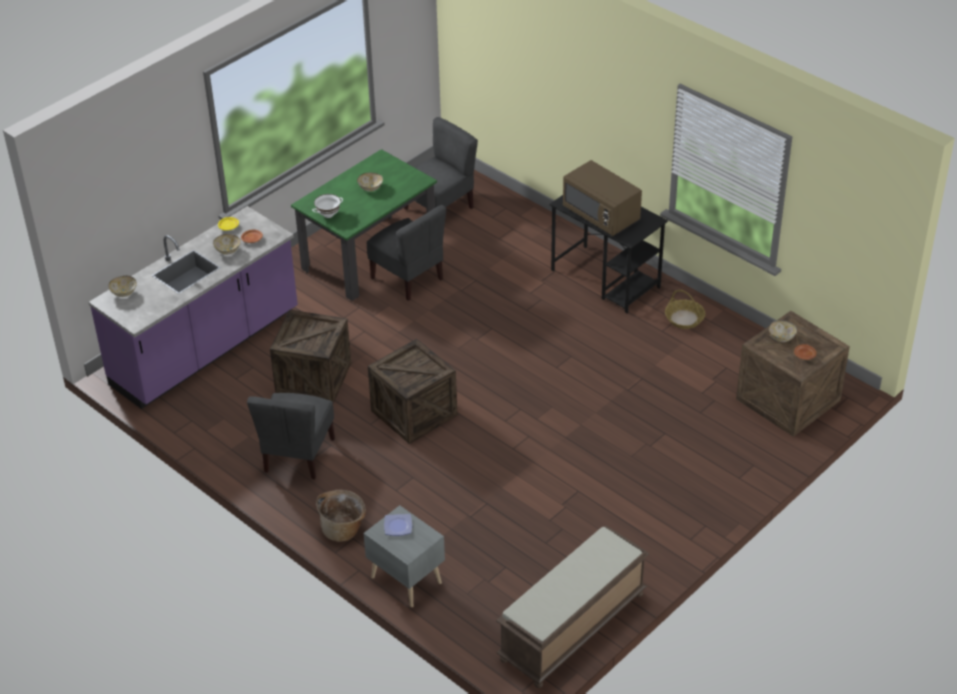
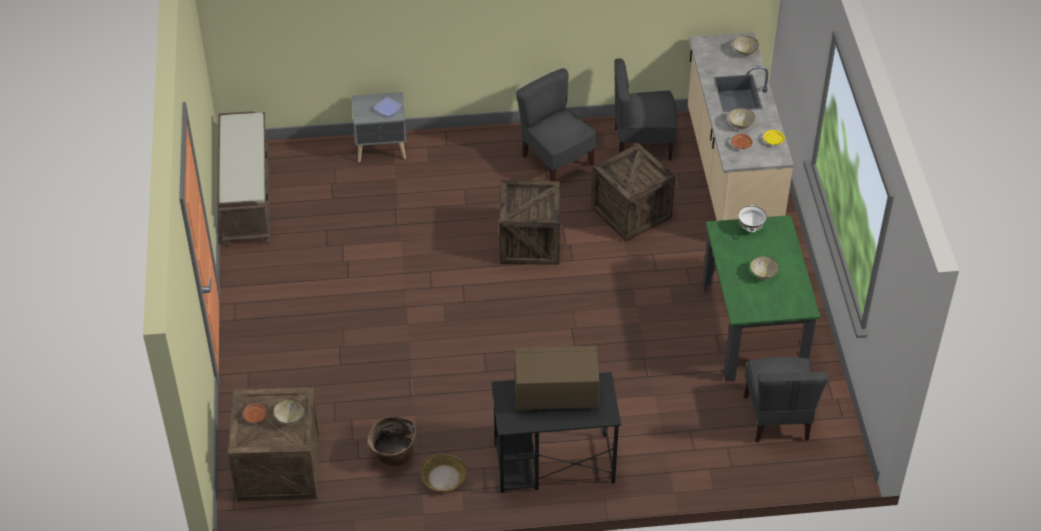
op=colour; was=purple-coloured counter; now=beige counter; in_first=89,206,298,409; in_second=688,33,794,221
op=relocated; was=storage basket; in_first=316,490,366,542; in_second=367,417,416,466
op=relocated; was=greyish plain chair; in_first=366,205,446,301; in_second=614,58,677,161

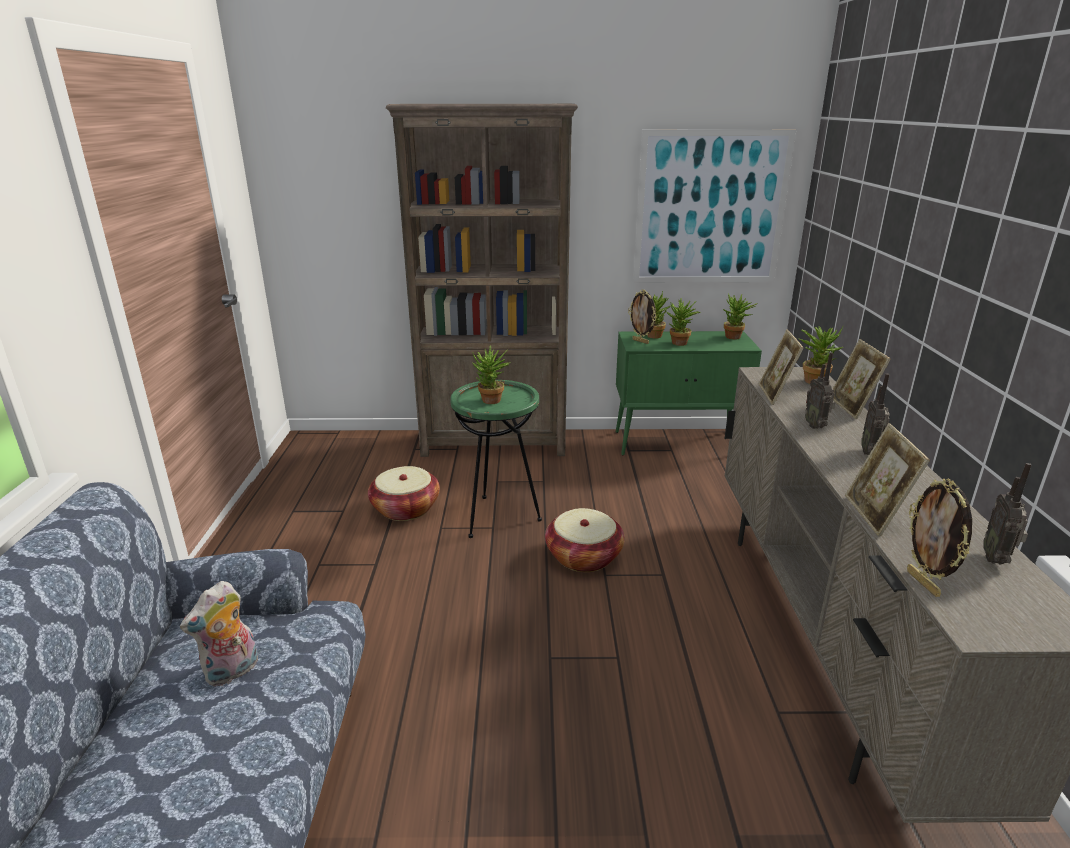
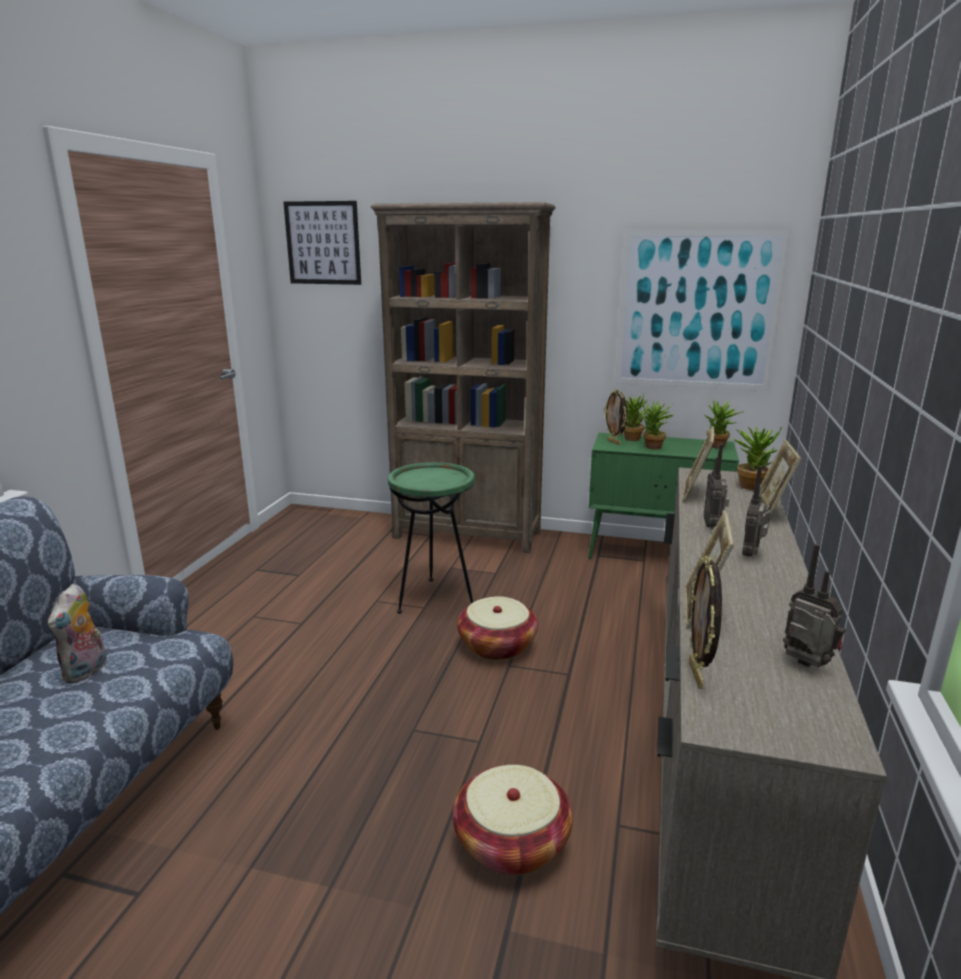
op=spun; was=cuddly toy; in_first=180,581,258,687; in_second=48,584,107,683; clockwise=-45
op=relocated; was=storage basket; in_first=368,466,440,521; in_second=453,765,573,875
op=missing; was=houseplant; in_first=472,345,511,404
op=spun; was=radio set; in_first=984,463,1031,564; in_second=783,544,846,667; clockwise=105
op=appeared; now=picture; in_second=283,201,361,285

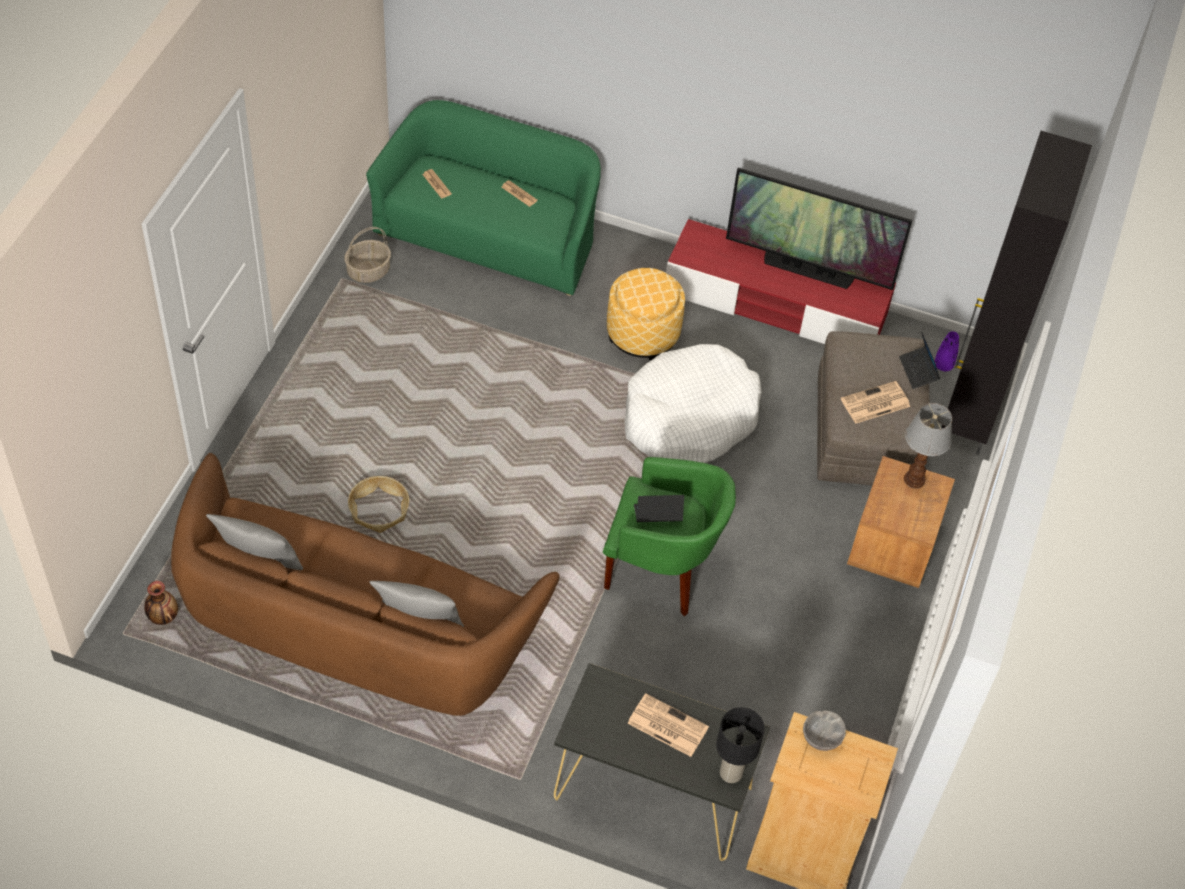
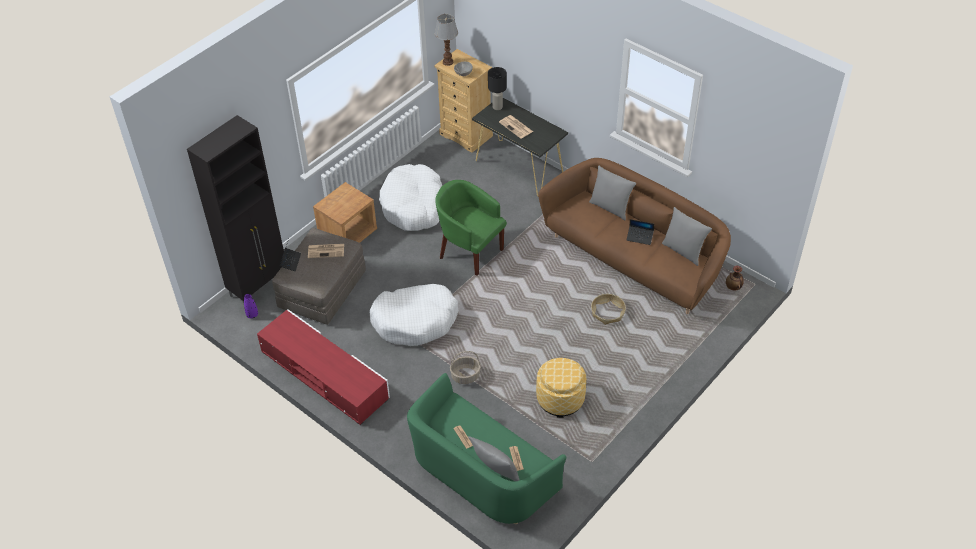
op=relocated; was=storage basket; in_first=344,227,391,283; in_second=450,351,481,384
op=relocated; was=footrest; in_first=607,268,685,360; in_second=536,358,587,418
op=relocated; was=portable computer; in_first=634,495,684,522; in_second=626,219,654,245
op=missing; was=television; in_first=726,168,912,290
op=relocated; was=lamp for a table; in_first=904,403,952,489; in_second=435,14,458,66
op=appeared; now=whitish pet bed; in_second=379,164,442,231
op=appeared; now=greyish cushion; in_second=468,436,520,481

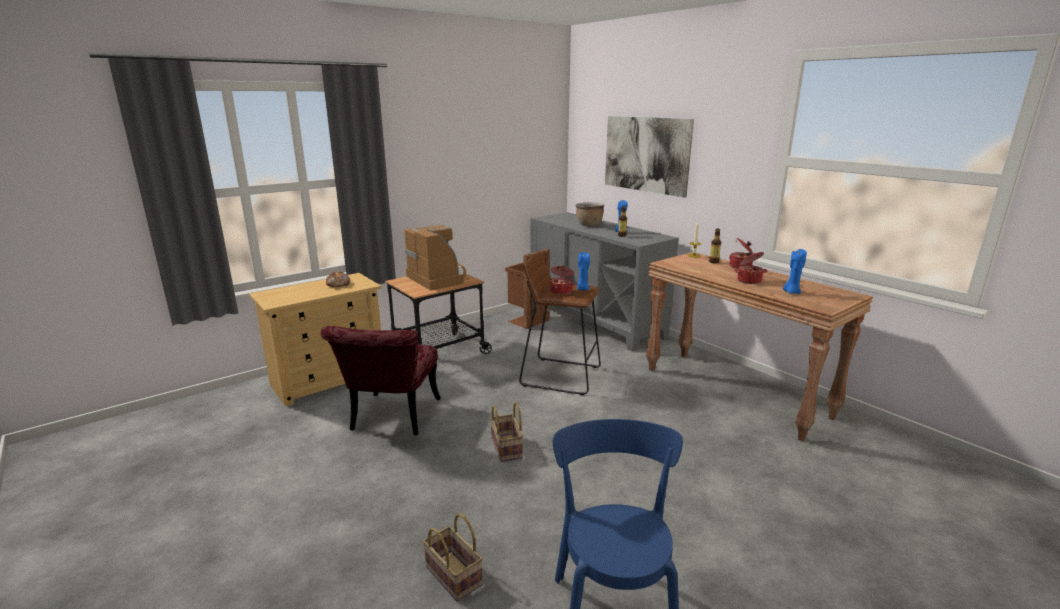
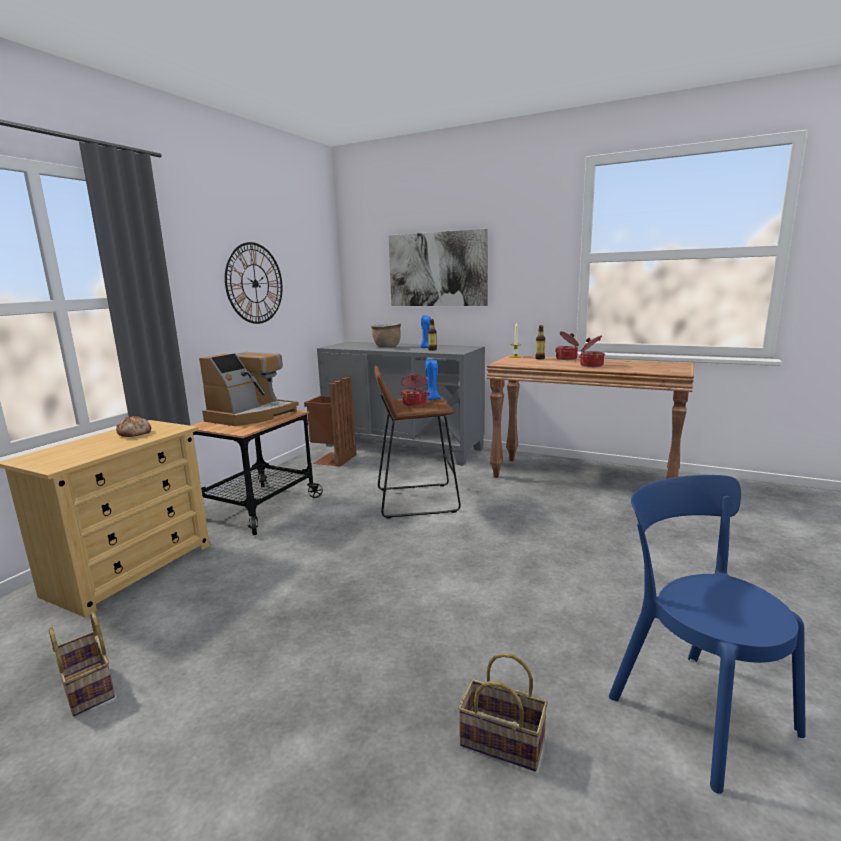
op=missing; was=red-coloured plain chair; in_first=320,326,441,436
op=spun; was=coffee machine; in_first=404,224,466,291; in_second=199,352,299,426; clockwise=90
op=relocated; was=storage basket; in_first=490,402,524,462; in_second=49,612,115,716
op=missing; was=blue wax light; in_first=783,249,807,294
op=appeared; now=wall clock; in_second=225,242,283,324

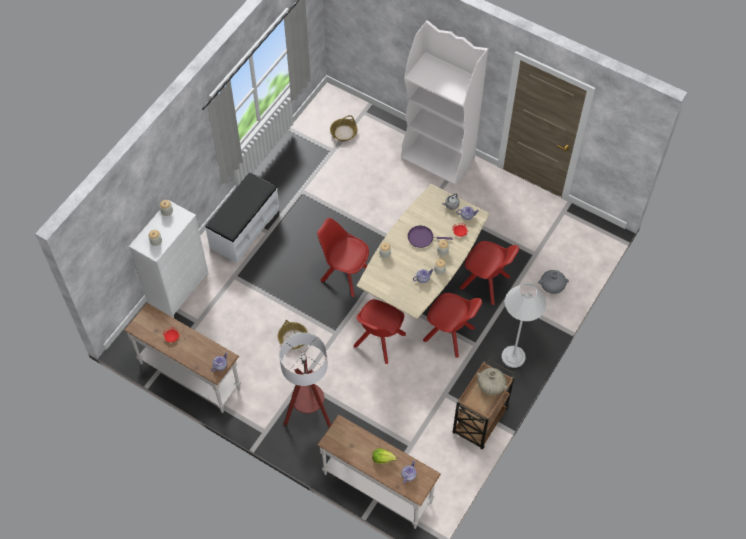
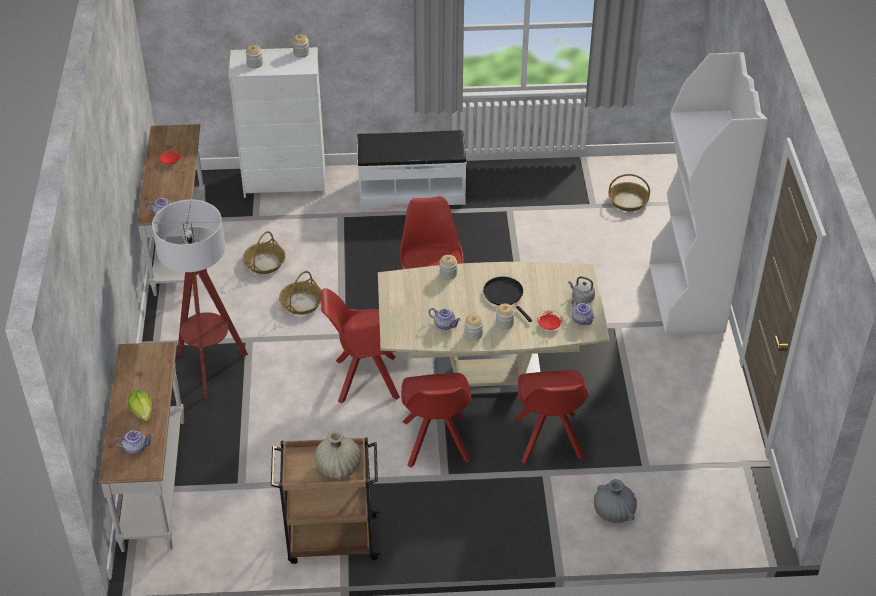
op=colour; was=purple-coloured frying pan; now=black frying pan; in_first=408,226,452,248; in_second=483,277,532,322
op=missing; was=whitish floor lamp; in_first=501,283,546,368
op=appeared; now=storage basket; in_second=243,231,286,274

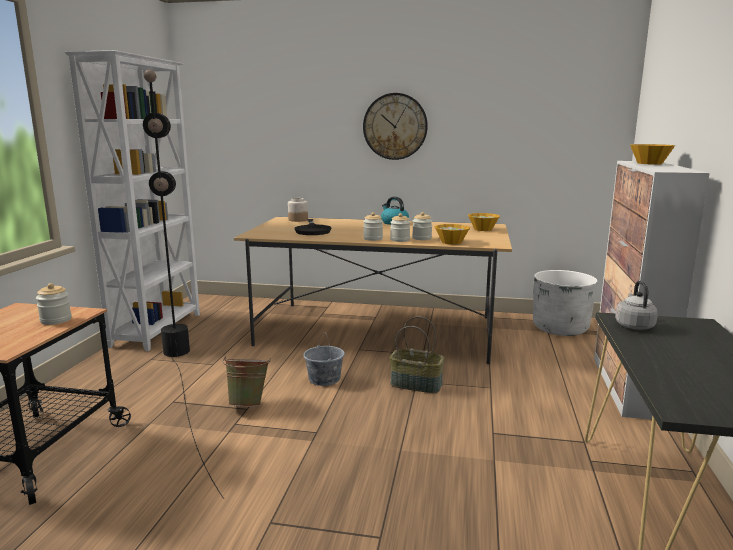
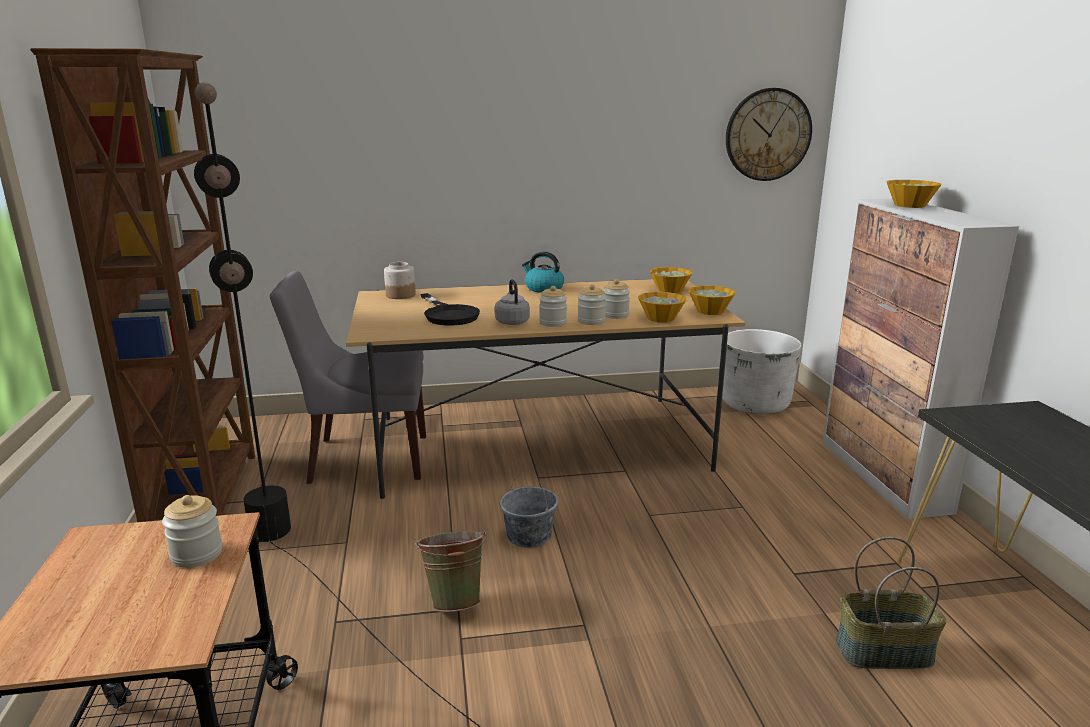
op=colour; was=whitish bookcase; now=brownish bookcase; in_first=65,50,200,351; in_second=30,48,255,522
op=relocated; was=wall clock; in_first=363,93,428,160; in_second=726,88,812,181
op=relocated; was=storage basket; in_first=389,316,445,393; in_second=836,537,947,669
op=relocated; was=greyish tea kettle; in_first=615,281,658,330; in_second=495,279,530,325
op=appeared; now=greyish plain chair; in_second=270,271,426,484
op=appeared; now=serving bowl; in_second=688,285,736,315

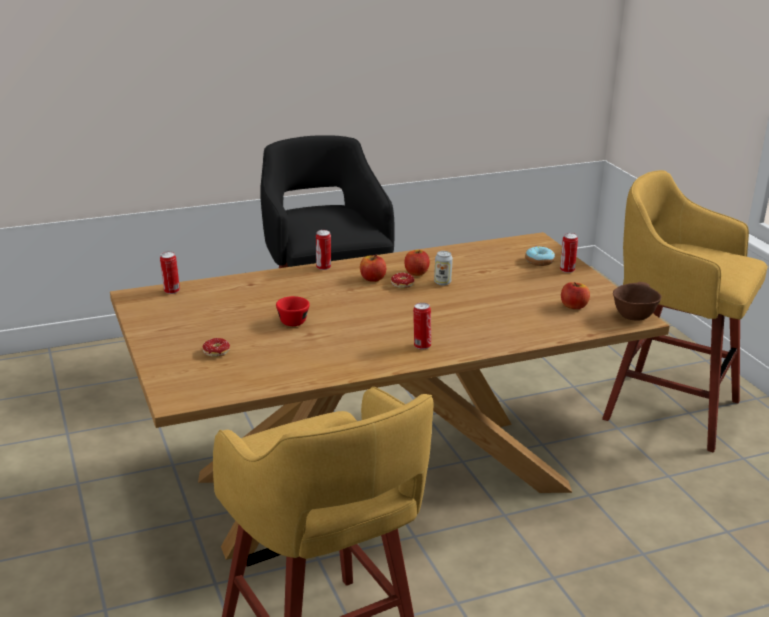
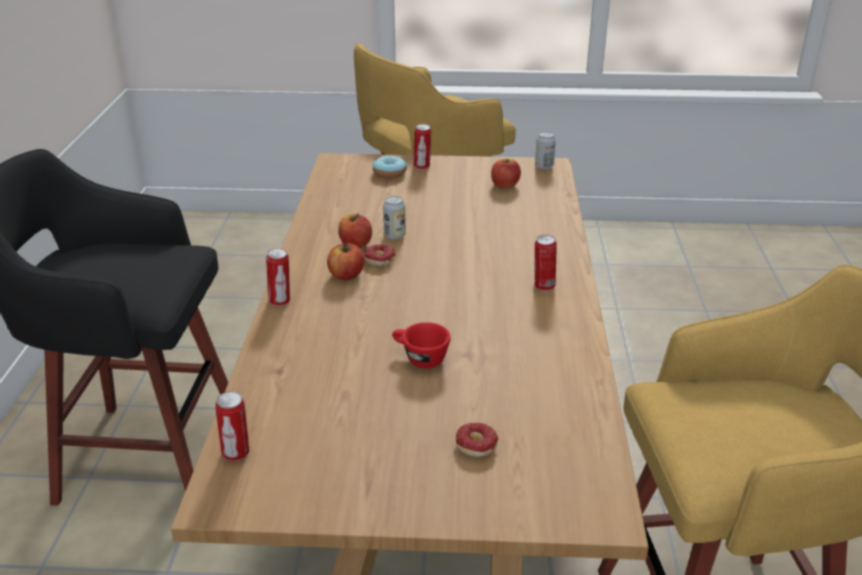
op=exchanged; was=brownish serving bowl; now=metal can; in_first=613,282,661,321; in_second=535,131,556,170

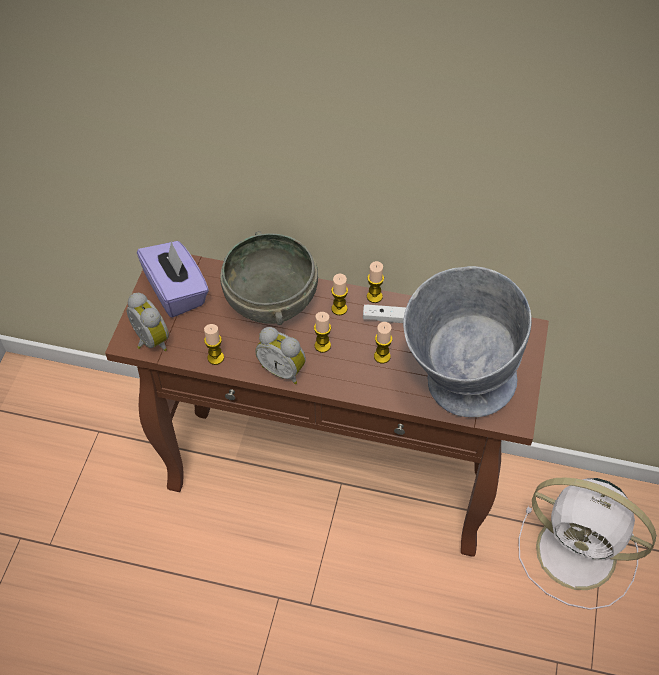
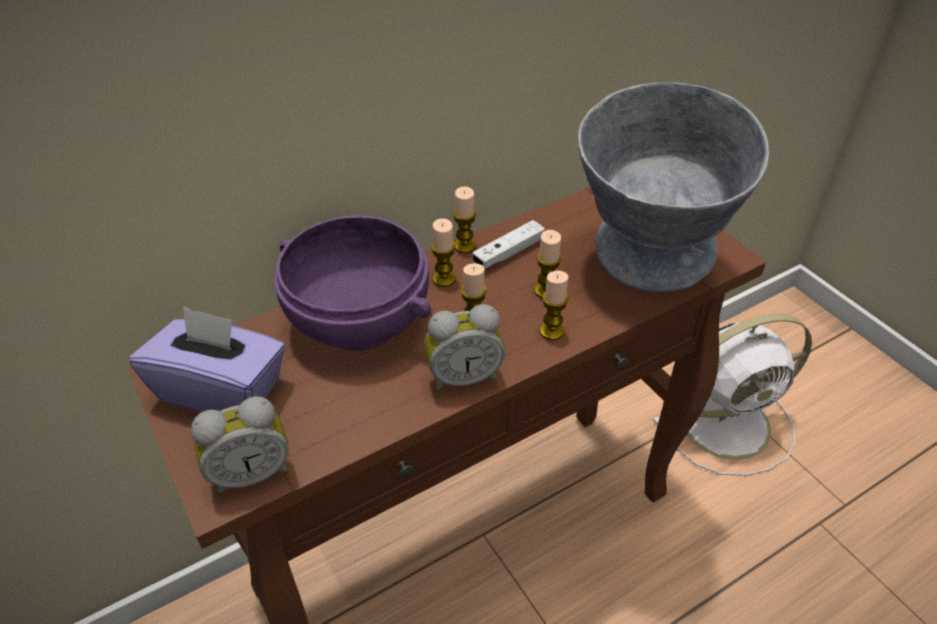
op=spun; was=alarm clock; in_first=127,293,169,351; in_second=191,396,290,496; clockwise=150
op=relocated; was=wax light; in_first=204,324,224,365; in_second=539,271,569,340
op=colour; was=greyish serving bowl; now=purple-coloured serving bowl; in_first=220,231,318,325; in_second=274,215,431,350

